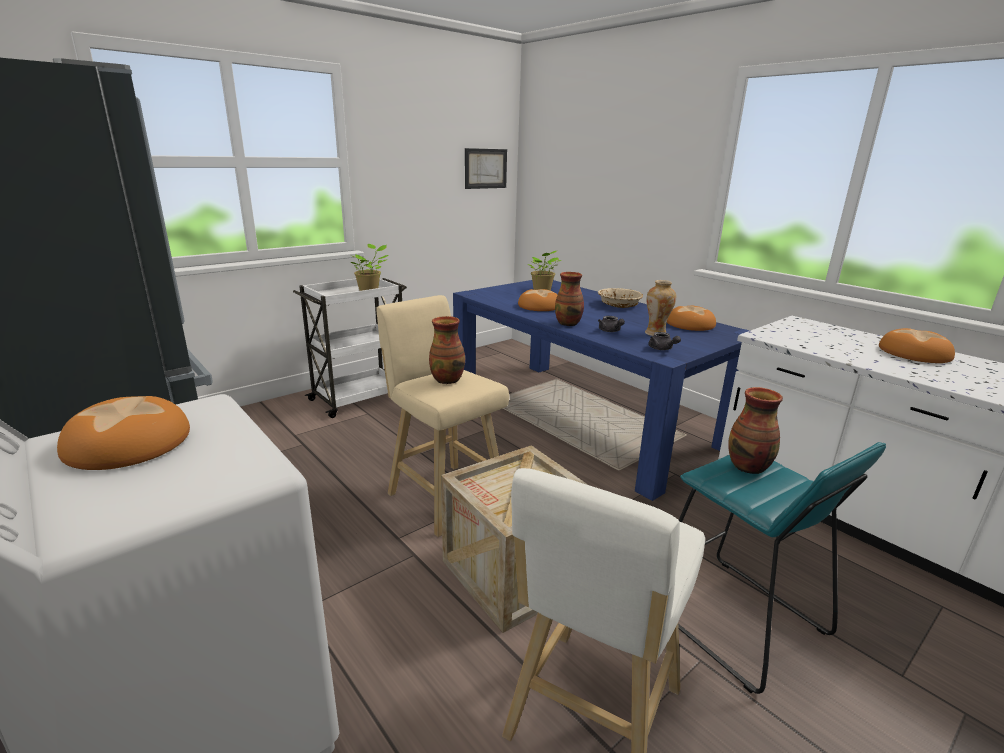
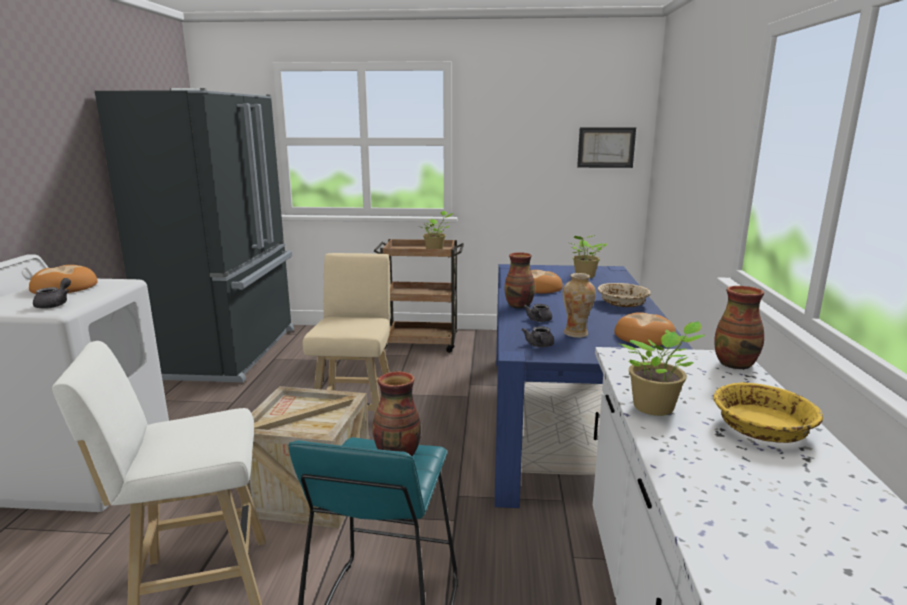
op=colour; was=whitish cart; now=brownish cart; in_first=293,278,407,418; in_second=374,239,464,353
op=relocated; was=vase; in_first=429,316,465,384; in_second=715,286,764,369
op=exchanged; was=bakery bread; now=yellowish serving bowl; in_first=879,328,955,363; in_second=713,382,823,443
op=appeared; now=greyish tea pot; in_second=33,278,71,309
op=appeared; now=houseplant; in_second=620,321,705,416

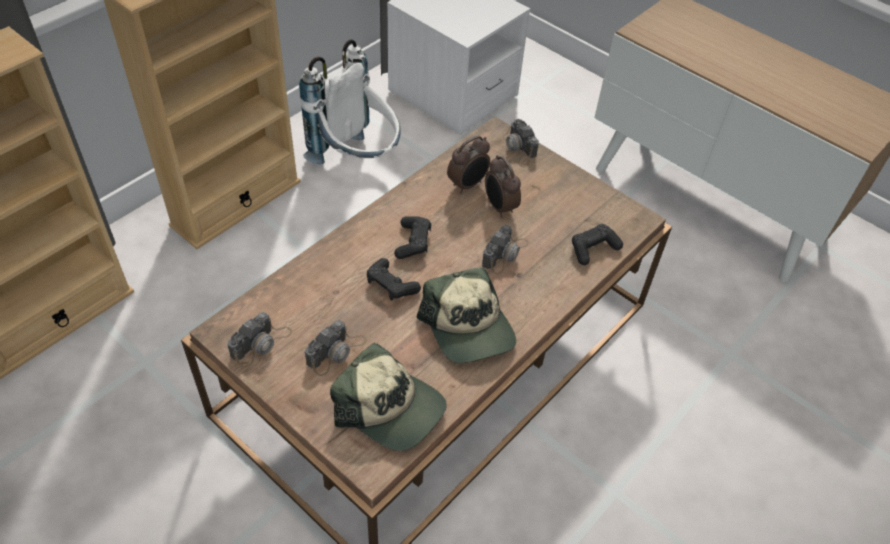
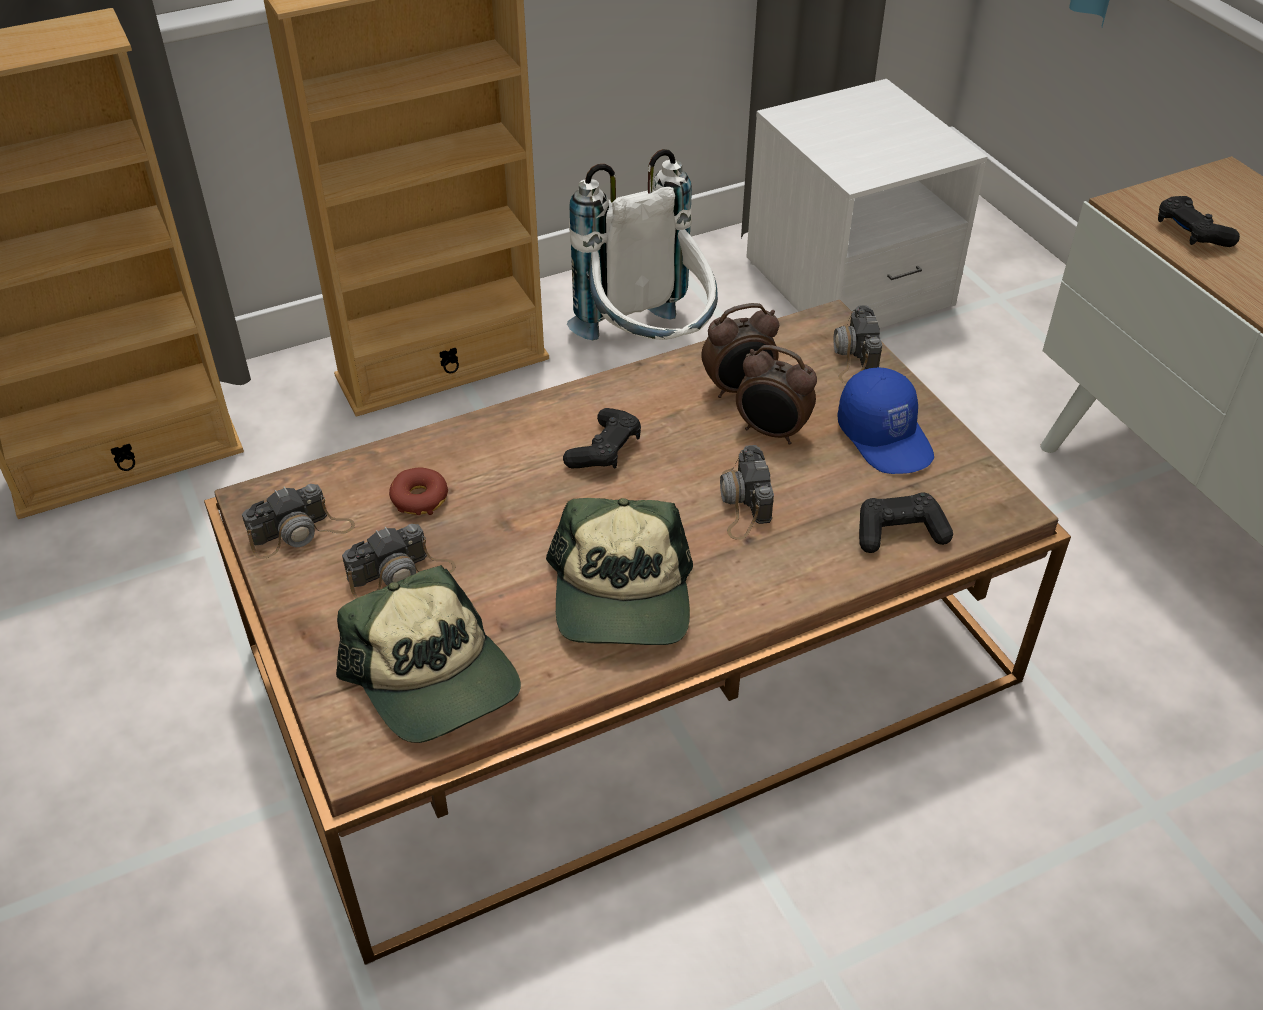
op=relocated; was=black gamepad; in_first=367,258,421,301; in_second=1158,196,1240,247
op=spun; was=still camera; in_first=482,225,529,274; in_second=720,445,774,539; clockwise=120
op=spun; was=alarm clock; in_first=485,155,521,218; in_second=736,345,817,444; clockwise=-60
op=appeared; now=ring doughnut; in_second=389,467,448,515
op=appeared; now=blue cap; in_second=837,367,934,474

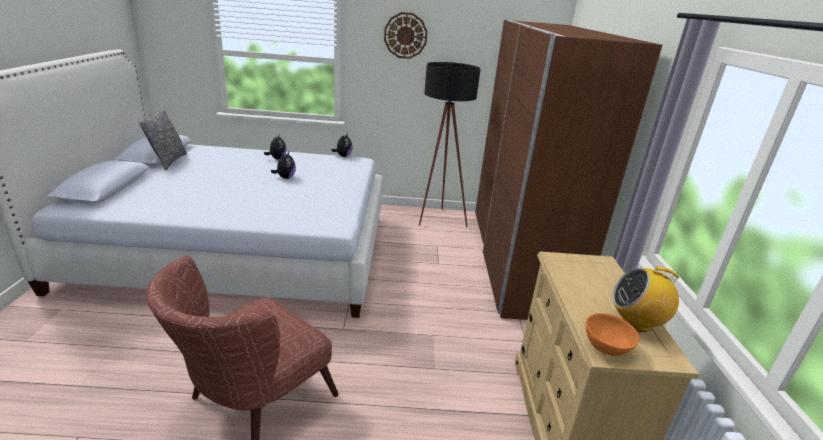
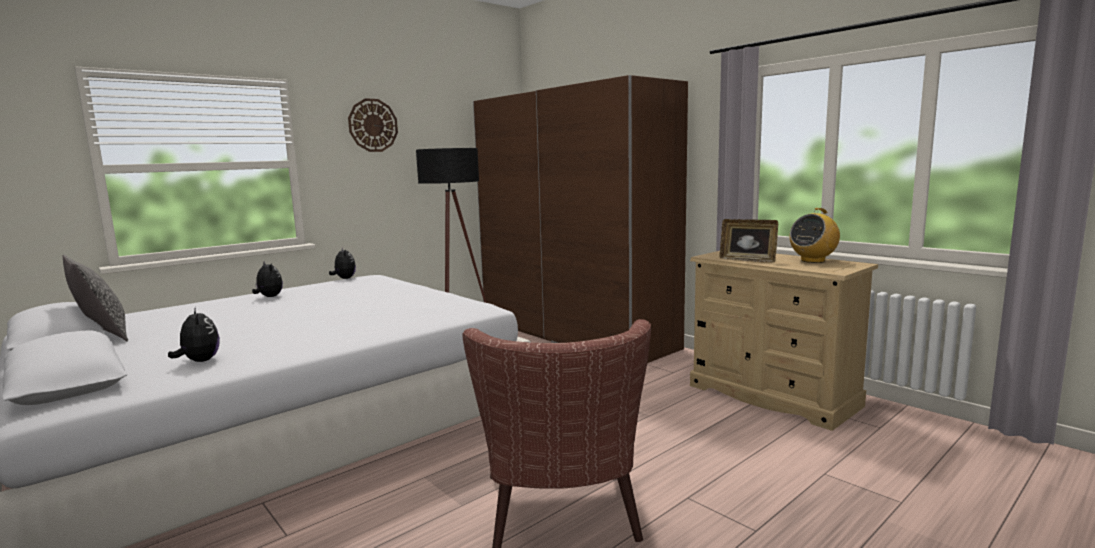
op=relocated; was=cuddly toy; in_first=271,151,296,179; in_second=168,307,220,362
op=missing; was=orangey serving bowl; in_first=586,313,639,356
op=appeared; now=photo frame; in_second=719,219,778,263

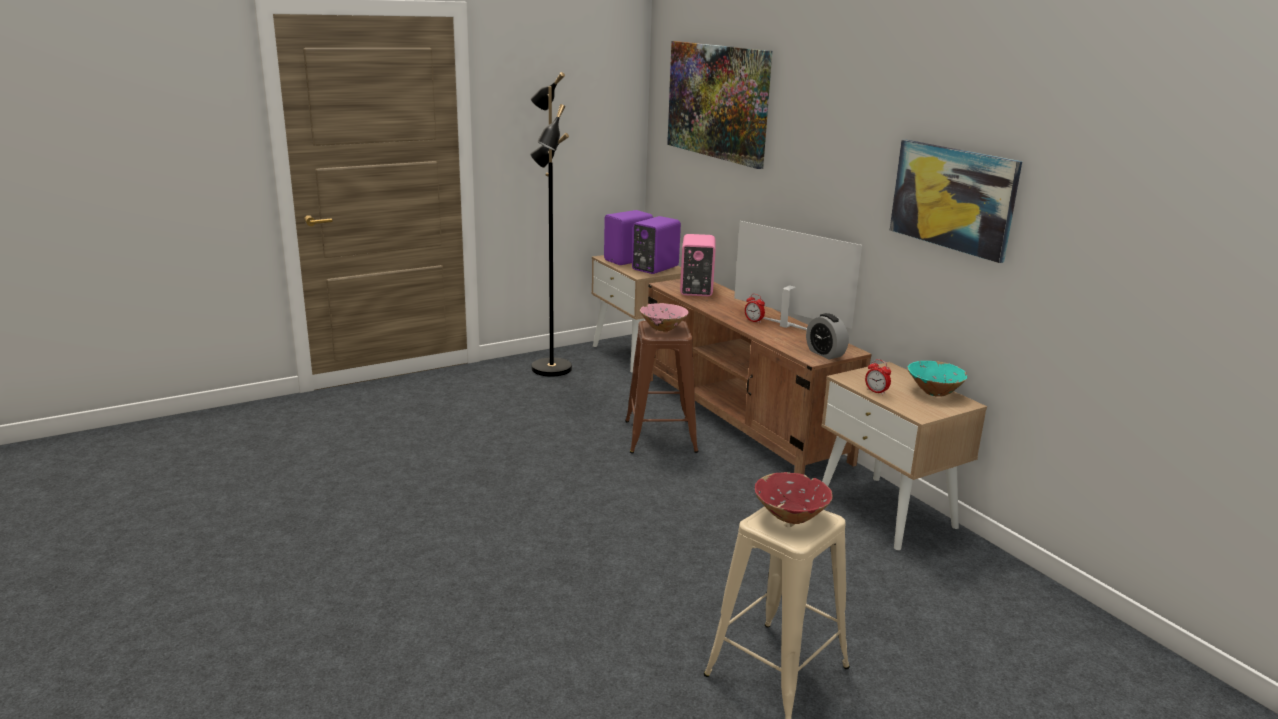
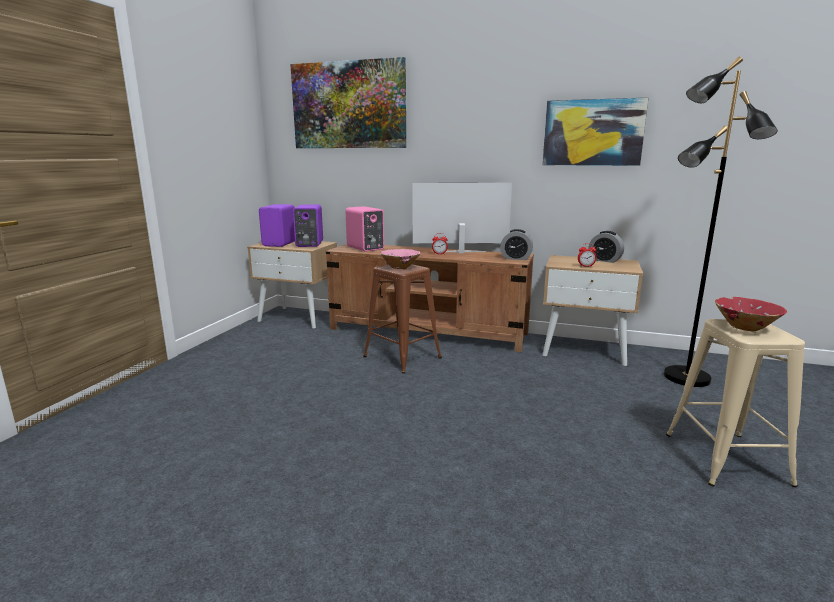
op=relocated; was=black floor lamp; in_first=530,72,572,377; in_second=664,57,778,387
op=exchanged; was=turquoise serving bowl; now=alarm clock; in_first=907,361,968,397; in_second=588,231,624,263

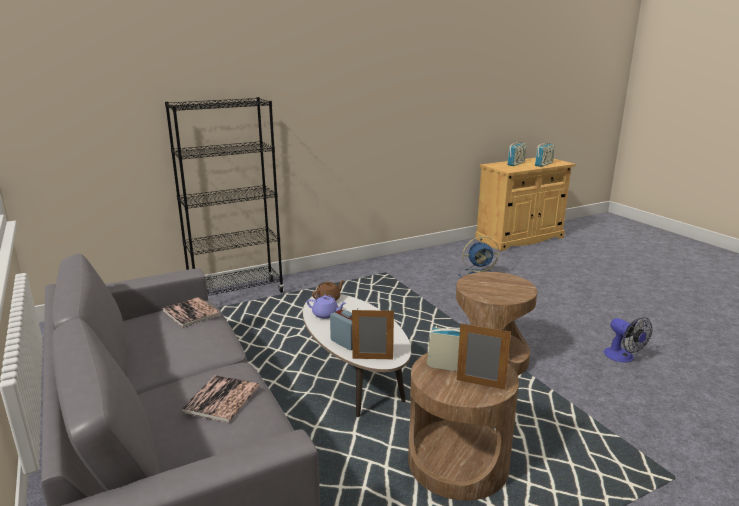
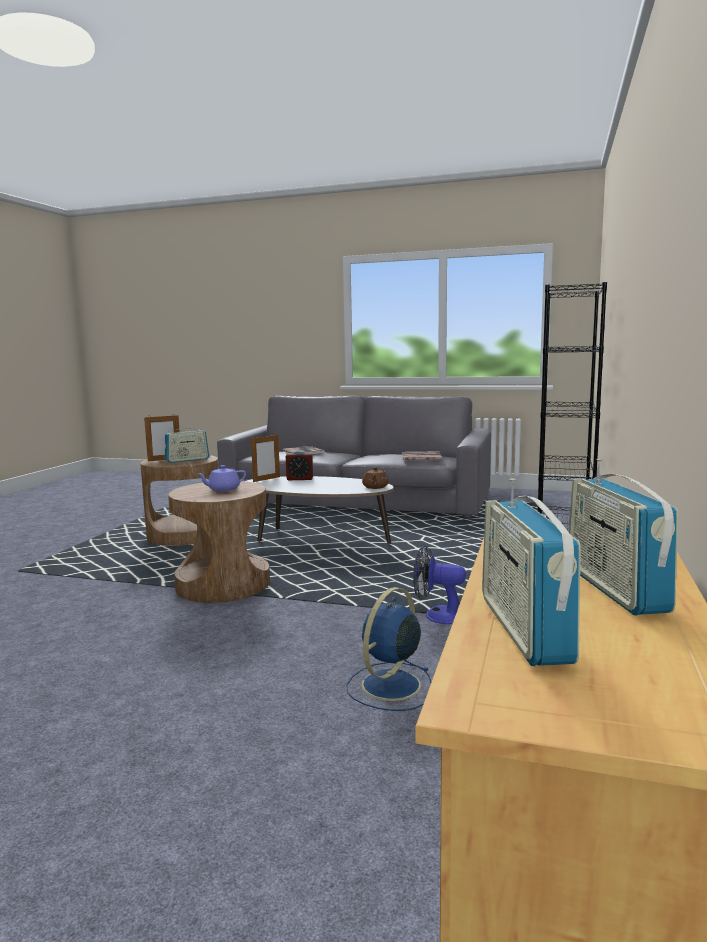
op=relocated; was=purple-coloured tea pot; in_first=307,295,346,319; in_second=196,465,246,492
op=relocated; was=cooling fan; in_first=604,317,652,363; in_second=413,545,466,624

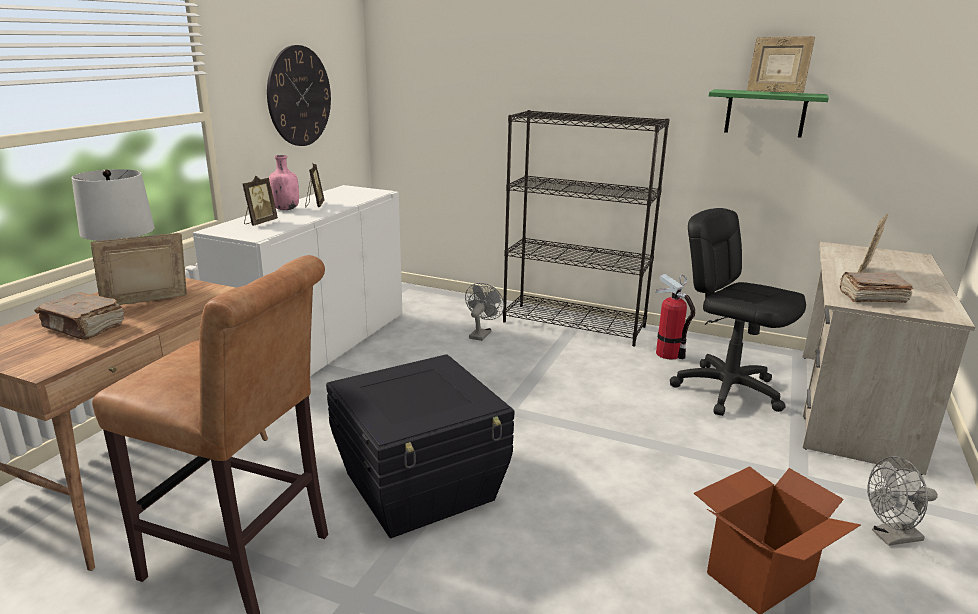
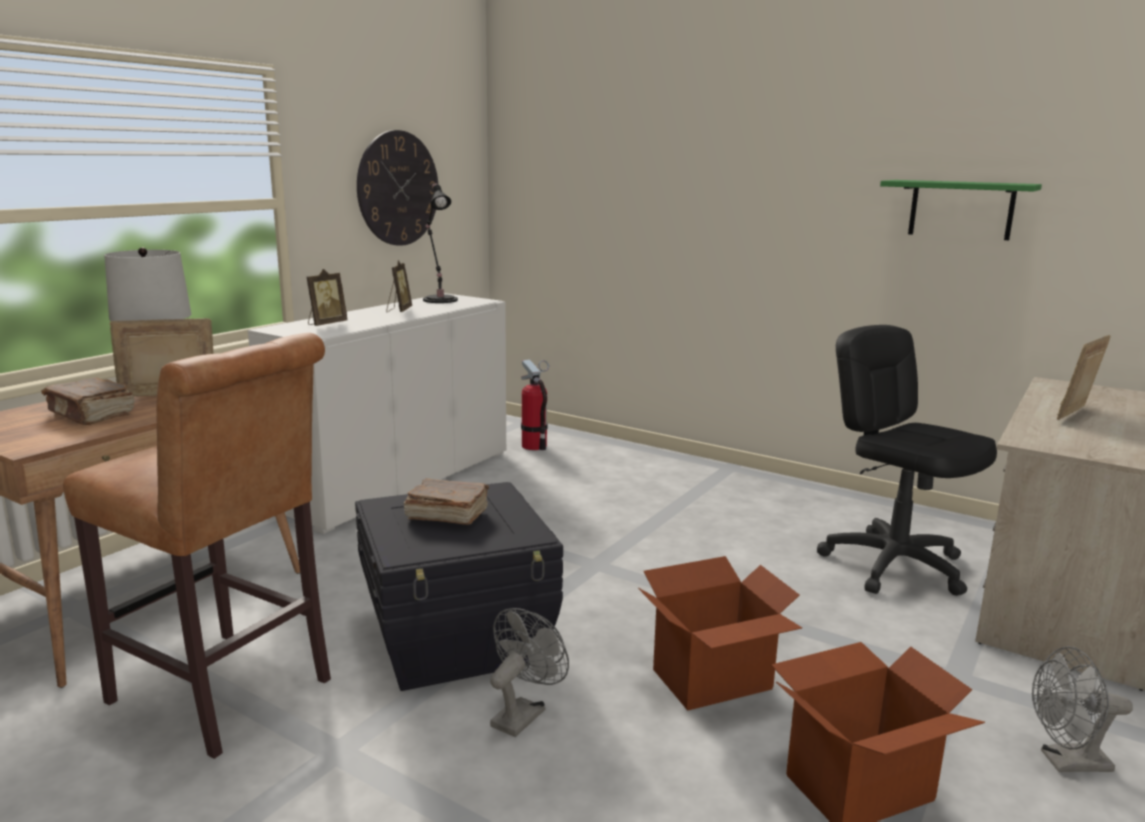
op=missing; was=pink beverage bottle; in_first=269,155,299,210
op=relocated; was=greyish cooling fan; in_first=465,283,504,341; in_second=490,608,569,737
op=missing; was=black bookcase; in_first=503,110,670,346
op=relocated; was=fire extinguisher; in_first=656,274,695,359; in_second=521,360,549,450
op=missing; was=photo frame; in_first=747,36,815,93
op=relocated; was=brownish bound book; in_first=840,272,913,303; in_second=404,478,489,525
op=appeared; now=black lamp for a table; in_second=423,183,458,303
op=appeared; now=cardboard box; in_second=638,556,802,711

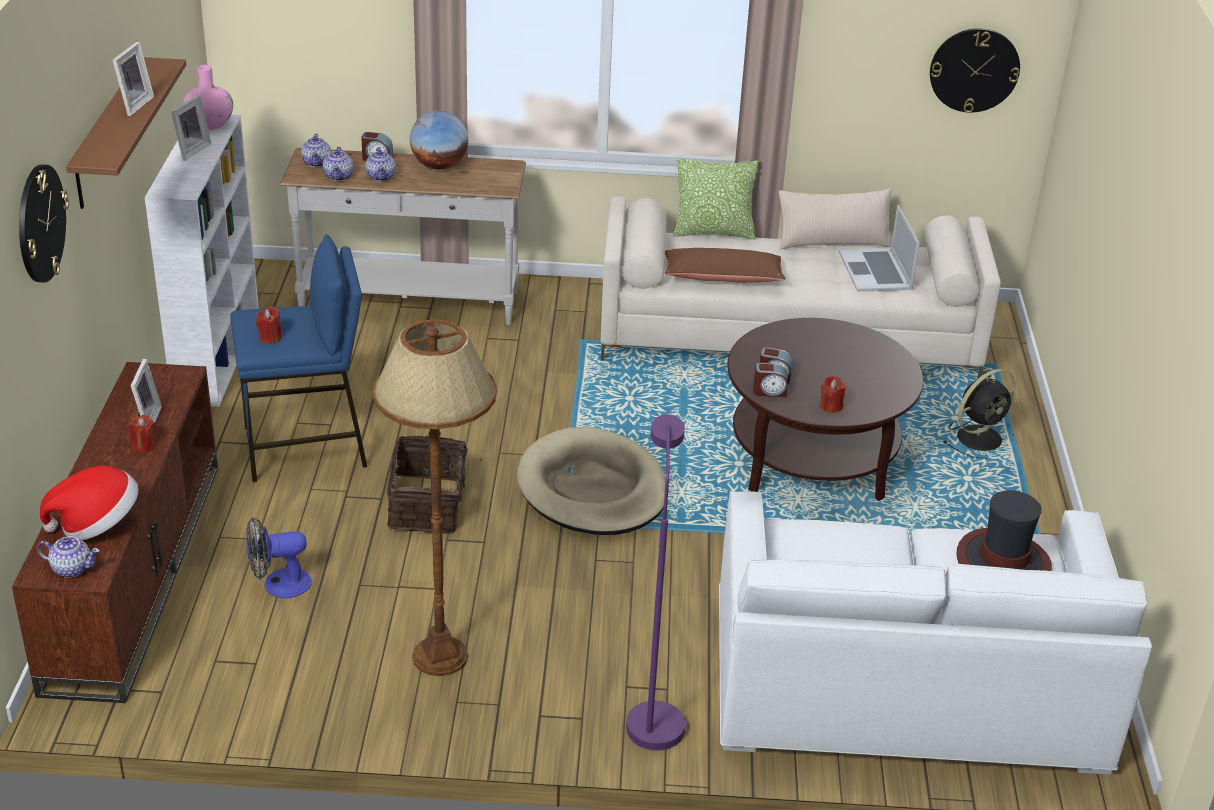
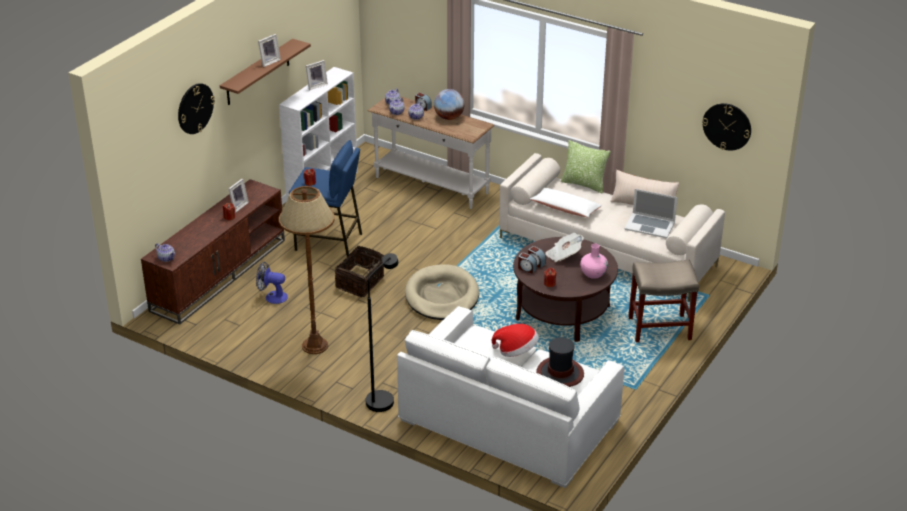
op=relocated; was=wearable hat; in_first=40,466,138,540; in_second=492,324,539,357
op=relocated; was=pink vase; in_first=183,65,233,130; in_second=580,243,608,279
op=colour; was=purple-coloured floor lamp; now=black floor lamp; in_first=626,414,686,751; in_second=365,253,398,412
op=colour; was=brownish cushion; now=whitish cushion; in_first=665,248,786,283; in_second=530,188,602,217
op=spun; was=portable computer; in_first=839,205,920,292; in_second=624,189,678,238; clockwise=-90
op=exchanged; was=black cooling fan; now=beige stool; in_first=943,369,1017,459; in_second=628,260,699,342
op=appeared; now=daily paper; in_second=545,233,584,262

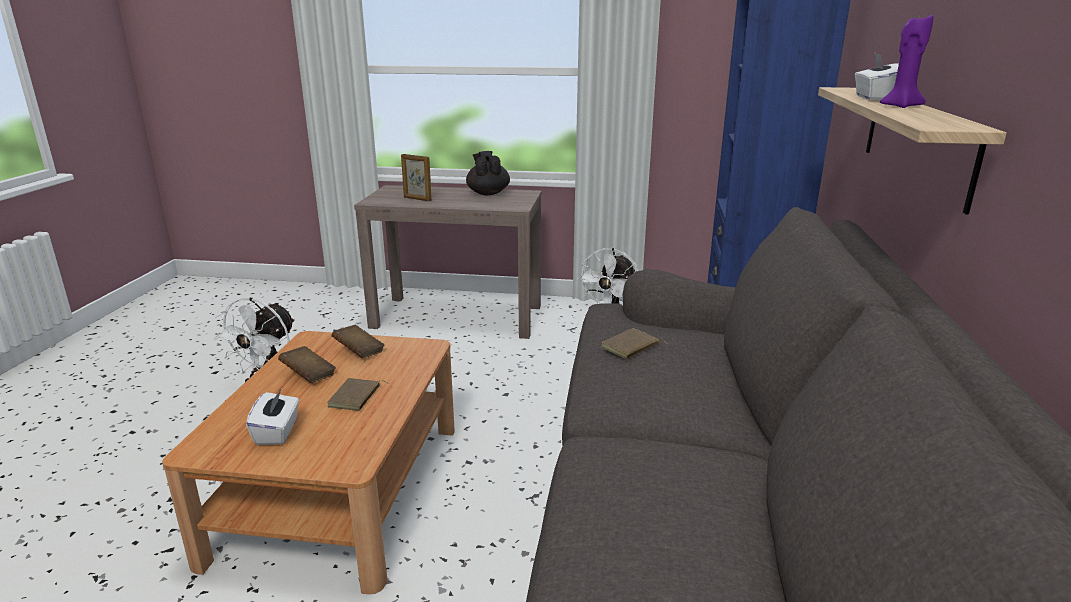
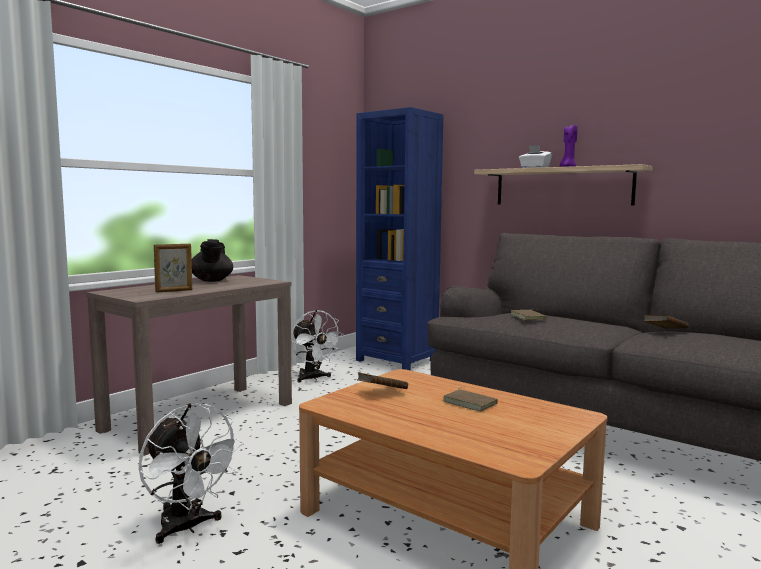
op=missing; was=whitish box of tissues; in_first=246,388,299,445
op=relocated; was=brownish bound book; in_first=278,346,336,383; in_second=644,315,689,329
op=spun; was=black tea pot; in_first=466,151,510,195; in_second=192,239,233,282; clockwise=-120

